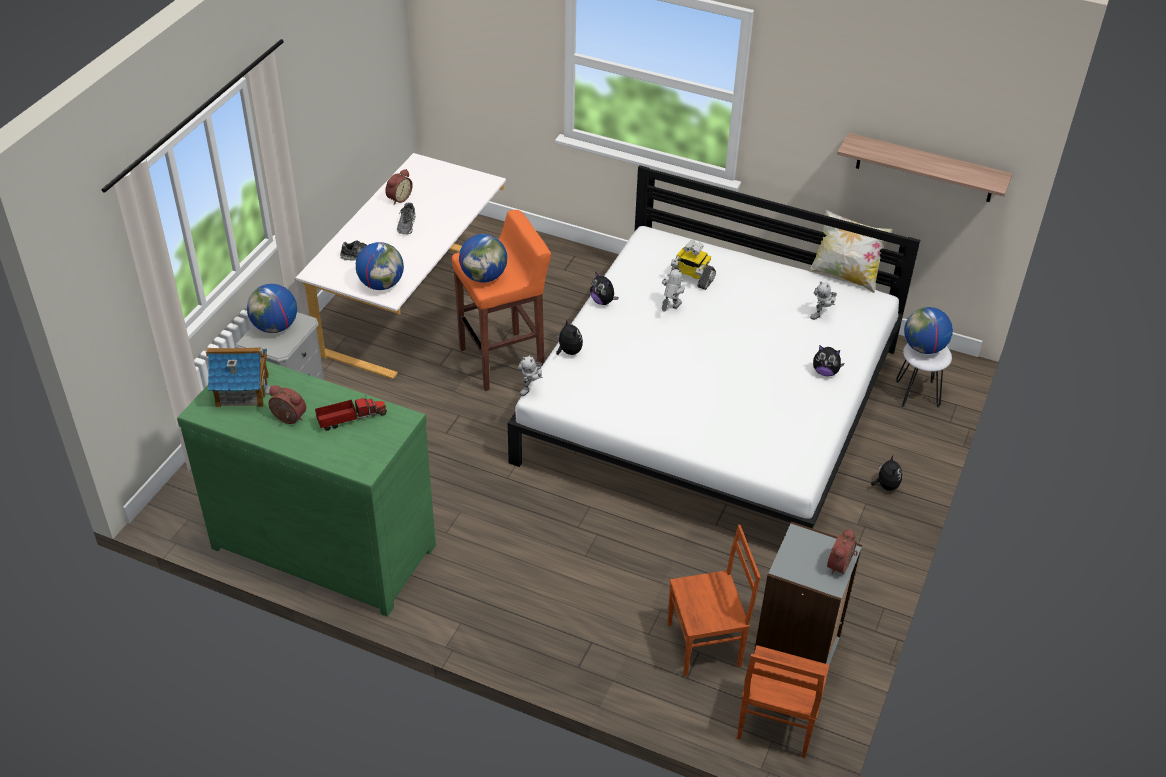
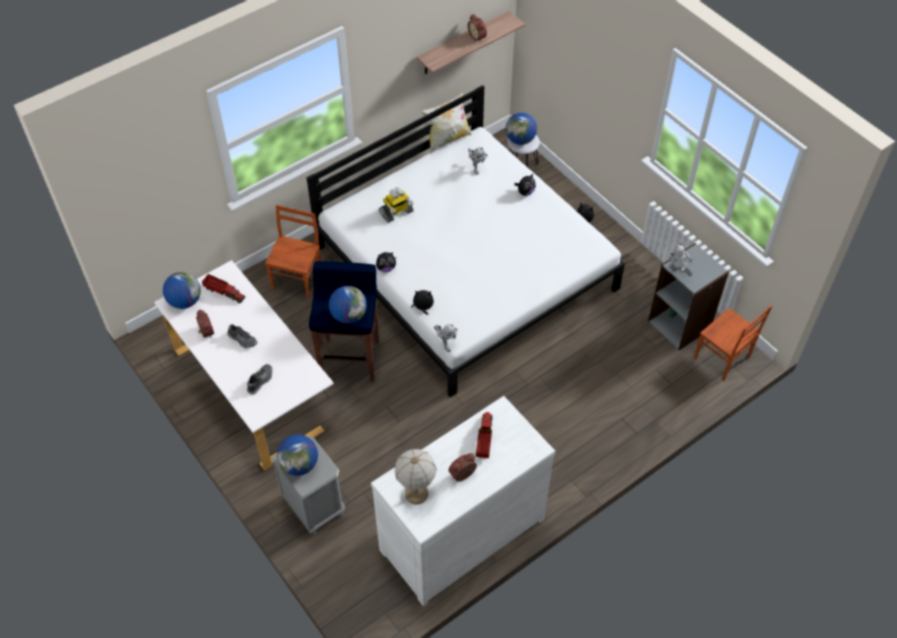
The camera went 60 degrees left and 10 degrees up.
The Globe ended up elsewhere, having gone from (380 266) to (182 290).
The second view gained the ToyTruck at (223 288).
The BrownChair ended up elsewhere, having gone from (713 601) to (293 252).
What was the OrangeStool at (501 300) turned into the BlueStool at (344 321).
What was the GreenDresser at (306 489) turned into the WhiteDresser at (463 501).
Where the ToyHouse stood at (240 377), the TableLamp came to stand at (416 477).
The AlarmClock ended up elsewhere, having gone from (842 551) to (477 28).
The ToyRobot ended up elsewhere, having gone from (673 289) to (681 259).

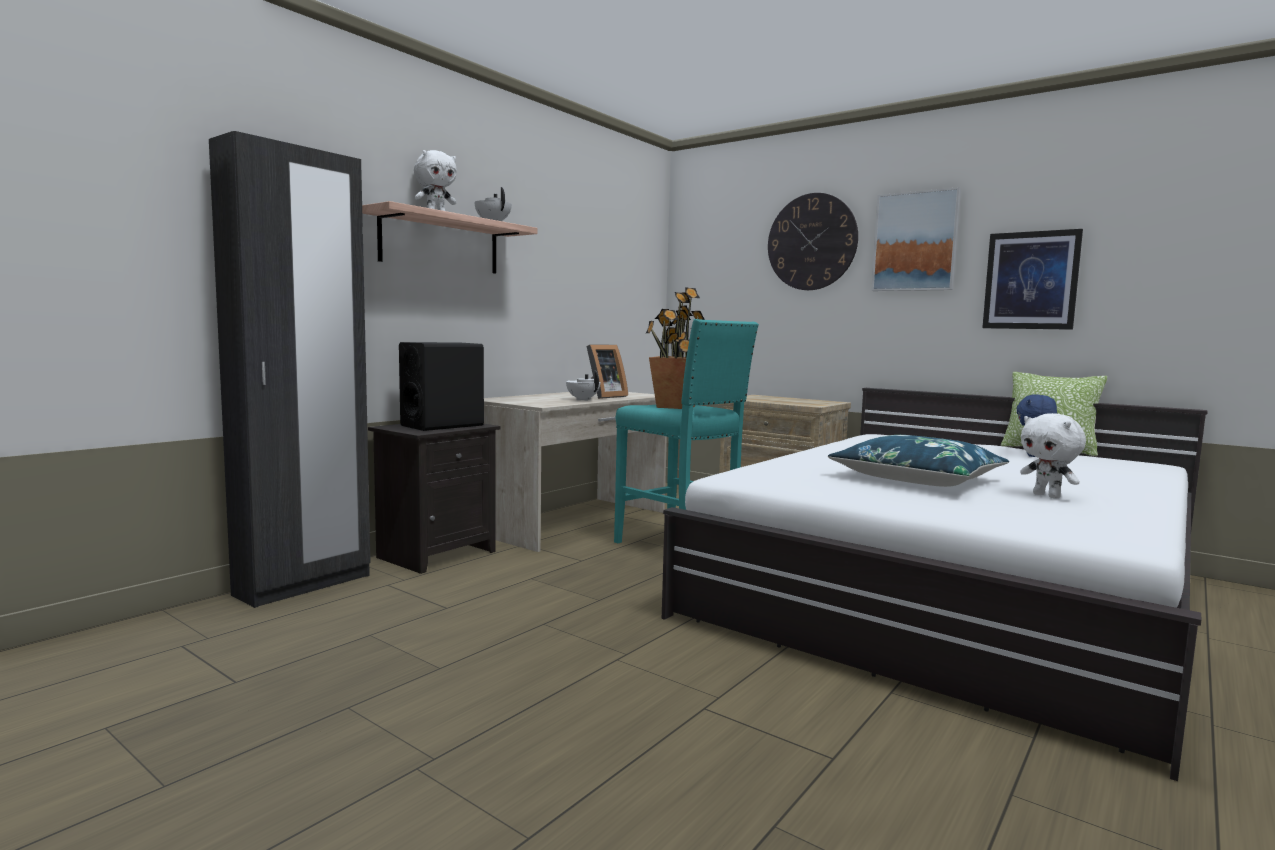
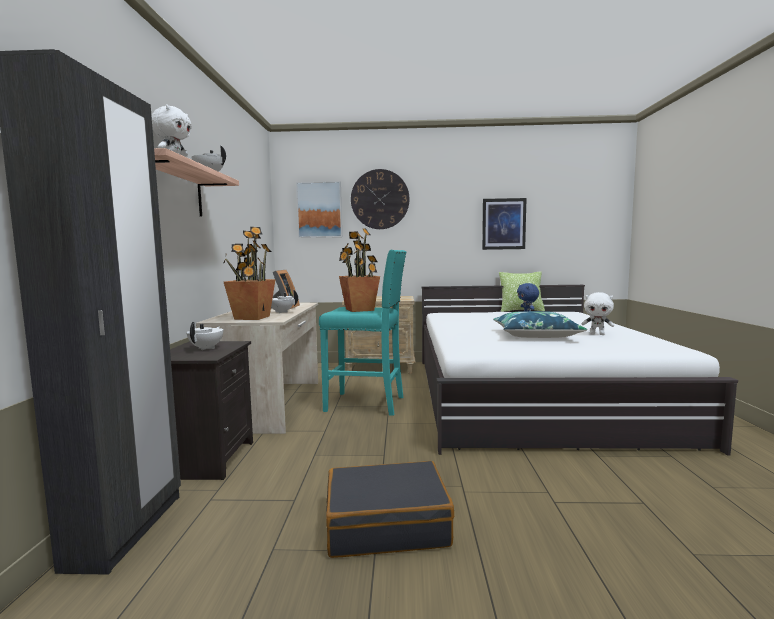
The camera went 35 degrees left and 0 degrees up.
Where the BlackSpeaker stood at (441 386), the WhiteTeapot came to stand at (204 336).
The second view gained the PottedPlant at (250 273).
The Picture ended up elsewhere, having gone from (916 239) to (319 209).
The second view gained the BlackSuitcase at (390 509).

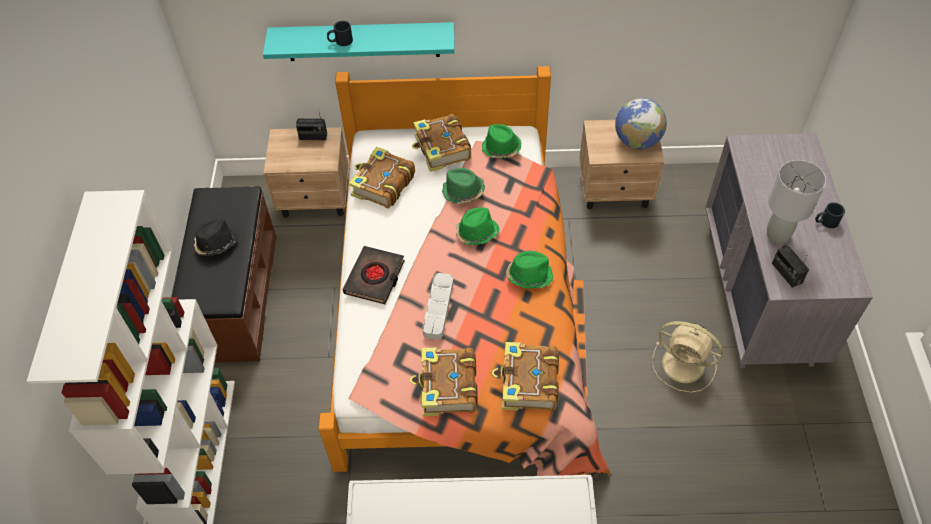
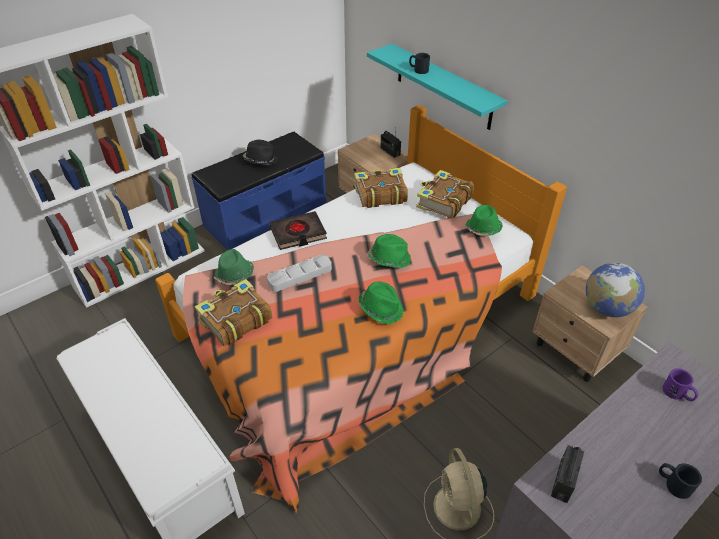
The camera went 50 degrees right and 10 degrees down.
What was the BrownBench at (224 274) turned into the BlueBench at (259 191).
The GreenHat ended up elsewhere, having gone from (463 186) to (234 267).
The second view gained the PurpleMug at (680 384).
The second view lost the Book at (525 376).
The second view lost the GreyTableLamp at (796 202).

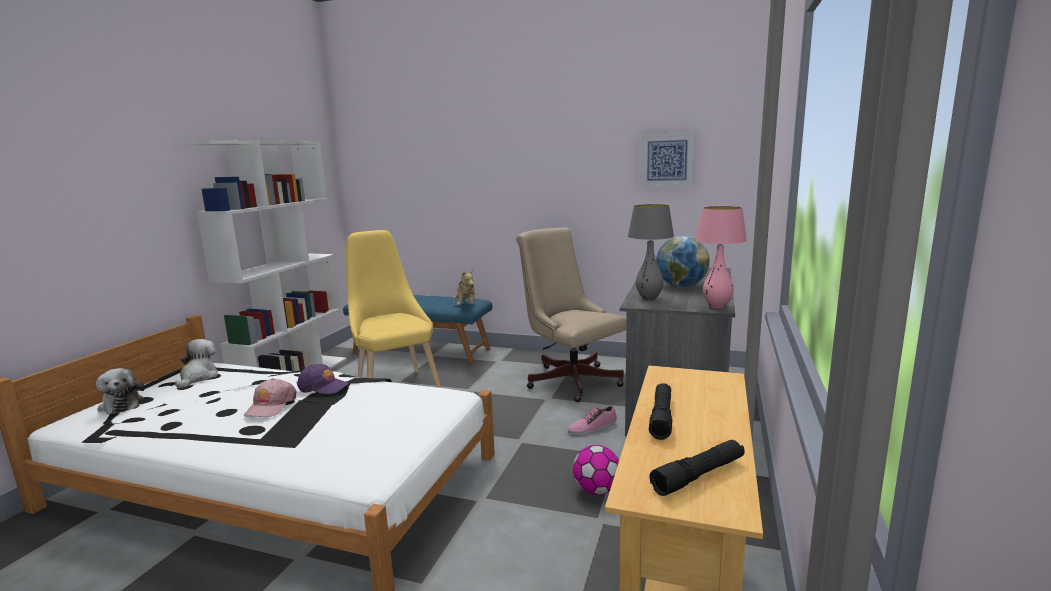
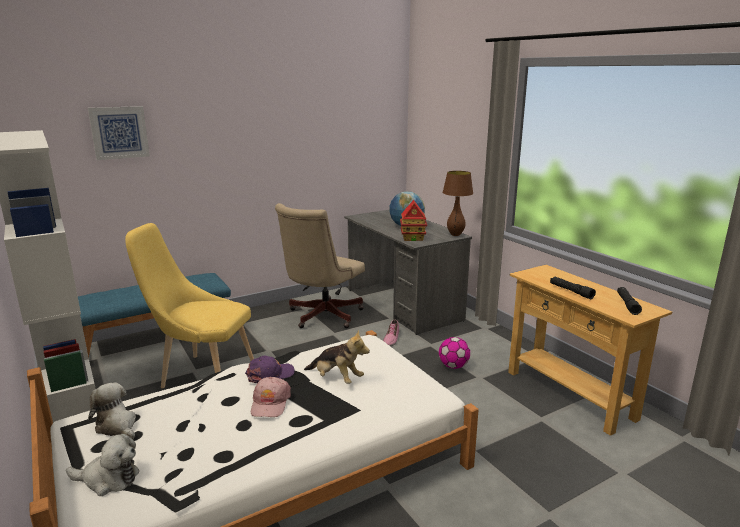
The camera went 50 degrees left and 5 degrees up.
The Picture ended up elsewhere, having gone from (668 160) to (119 133).
The PinkCap at (270 397) ended up facing another way, 45 degrees clockwise from before.
The BeigeOfficeChair at (571 314) ended up facing another way, 60 degrees counterclockwise from before.
The PlushToy ended up elsewhere, having gone from (464 287) to (337 357).
Where the GreyTableLamp stood at (651 252), the ToyHouse came to stand at (413 220).
What was the PinkTableLamp at (721 257) turned into the BrownTableLamp at (458 203).

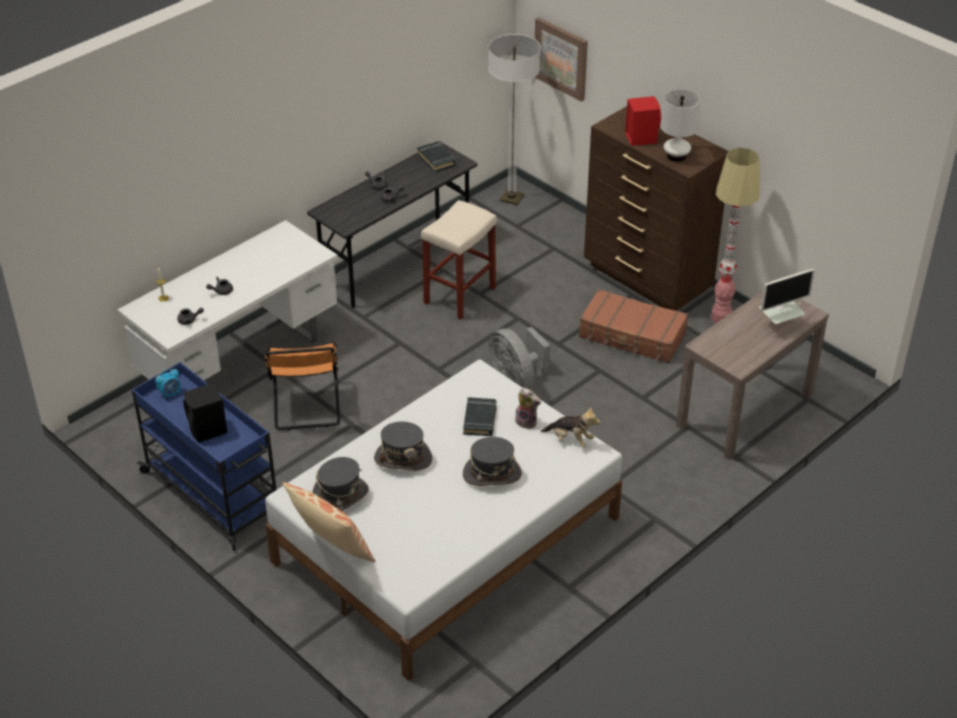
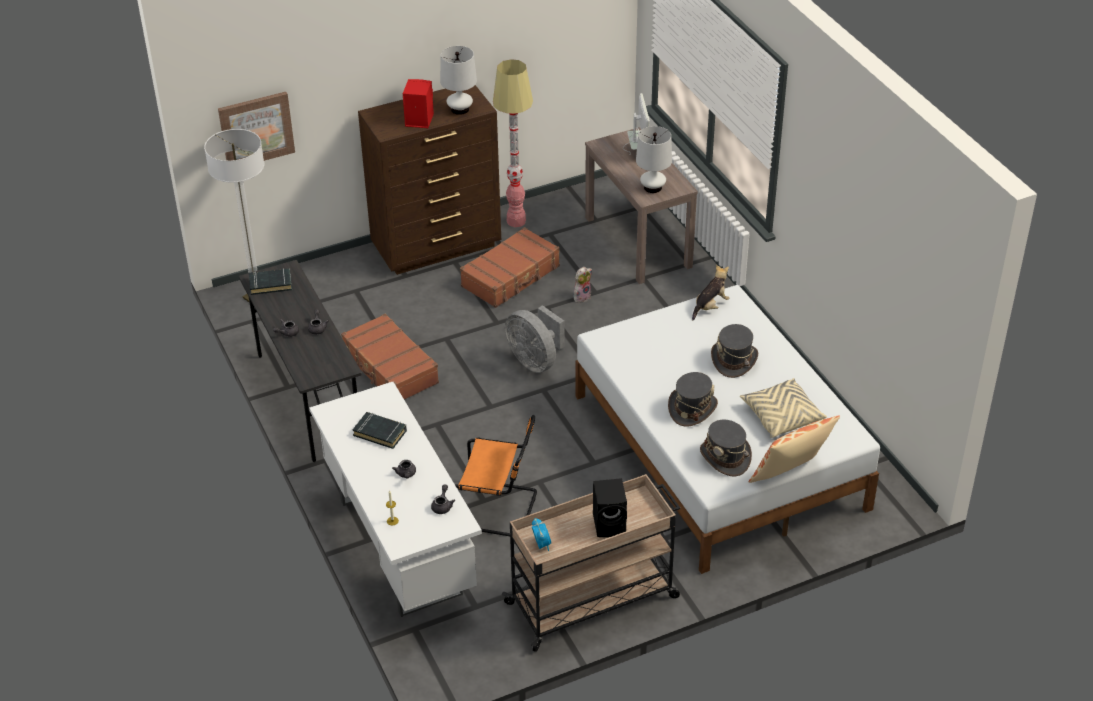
The camera went 70 degrees left and 0 degrees up.
Where the BeigeStool stood at (459 260), the BrownSuitcase came to stand at (390 356).
The BlackBook ended up elsewhere, having gone from (480 416) to (380 430).
What was the BlueCart at (204 456) turned into the BeigeCart at (591 563).
The GreyFan at (519 358) ended up facing another way, 60 degrees clockwise from before.
The PlushToy ended up elsewhere, having gone from (528 408) to (582 285).
The second view gained the WhiteTableLamp at (654 159).
The second view gained the BeigePillow at (783 408).

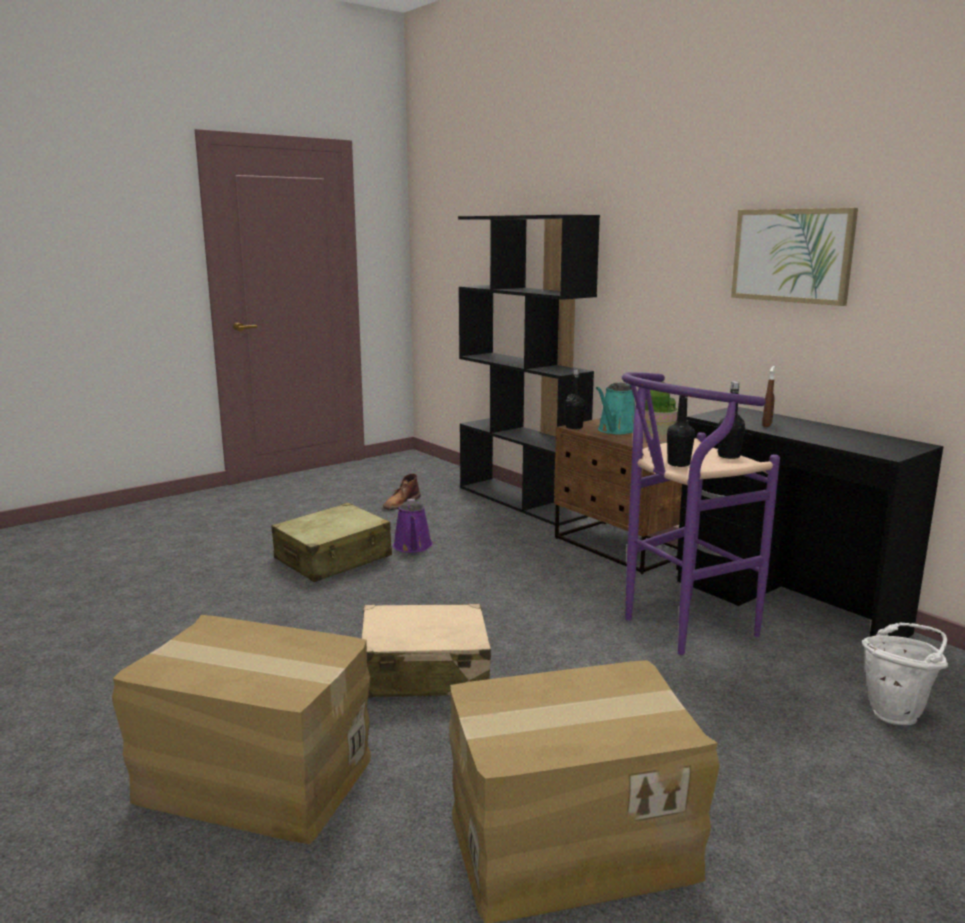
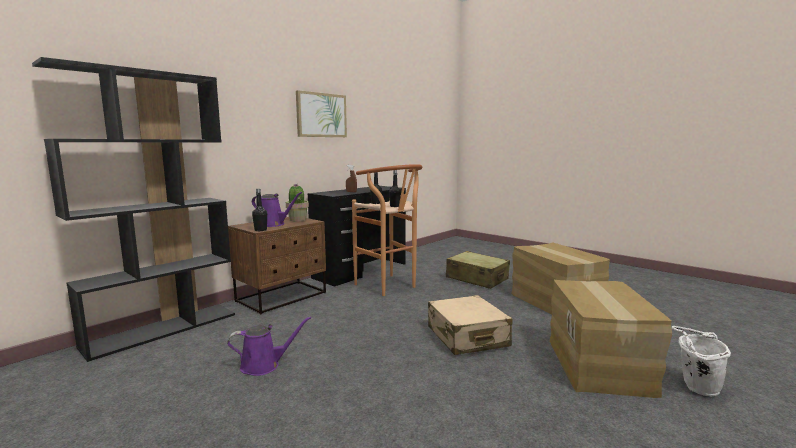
The camera went 100 degrees left and 5 degrees down.
What was the TurquoiseWateringCan at (615 408) turned into the PurpleWateringCan at (277 209).
What was the PurpleStool at (701 513) turned into the BrownStool at (387 230).
The BeigeSuitcase ended up elsewhere, having gone from (331 542) to (478 270).
The WhiteBucket ended up elsewhere, having gone from (905 673) to (701 361).
The second view lost the BrownBoot at (402 491).

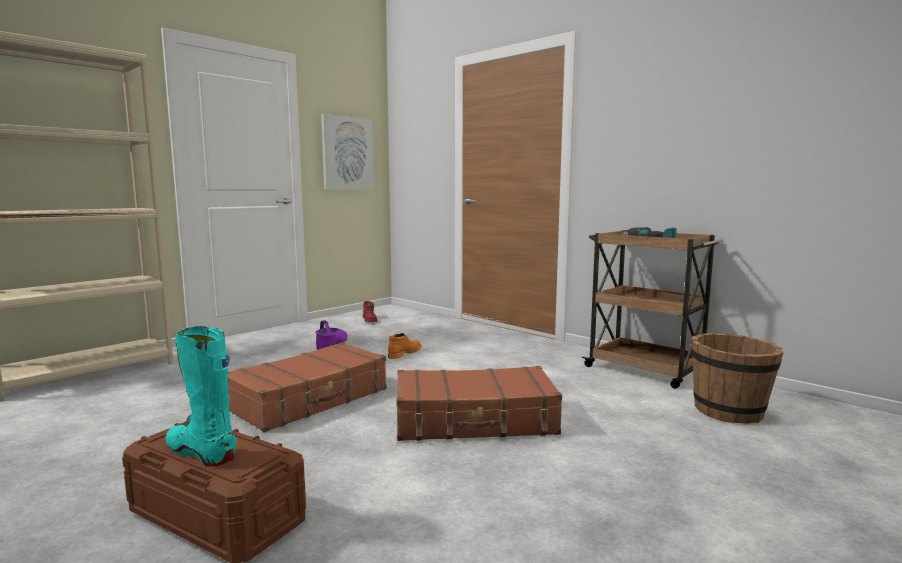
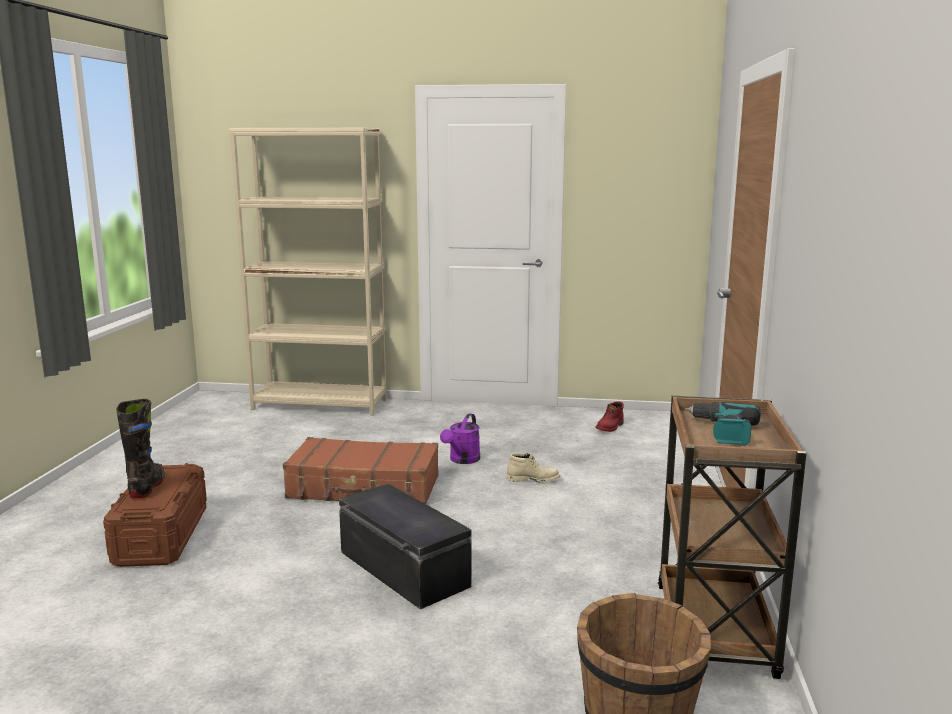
The camera went 55 degrees right and 5 degrees up.
What was the TurquoiseBoot at (201 396) turned into the BlackBoot at (140 448).
Where the BrownSuitcase stood at (479 403), the BlackStorageBox came to stand at (405 546).
What was the OrangeBoot at (405 346) turned into the BeigeBoot at (533 467).
The second view lost the Picture at (347 151).

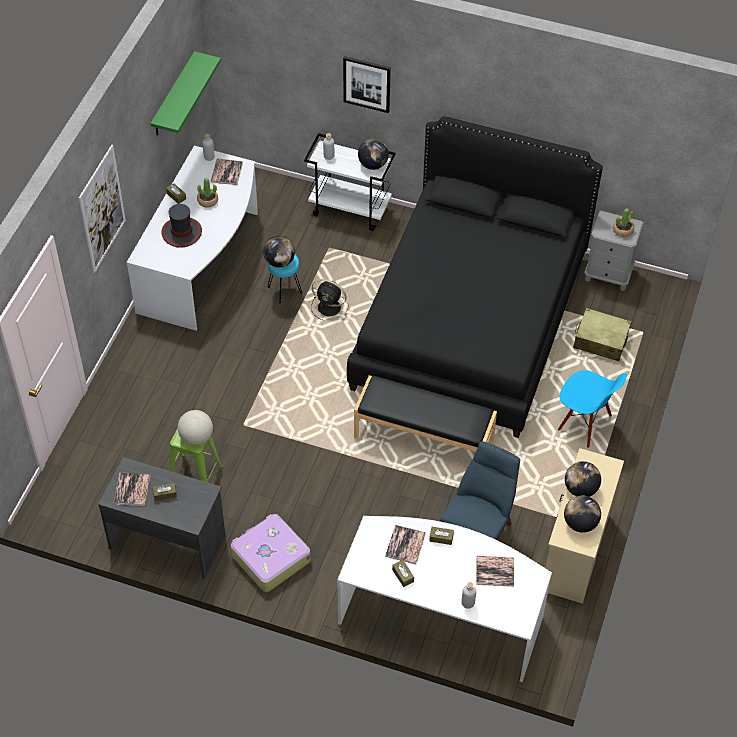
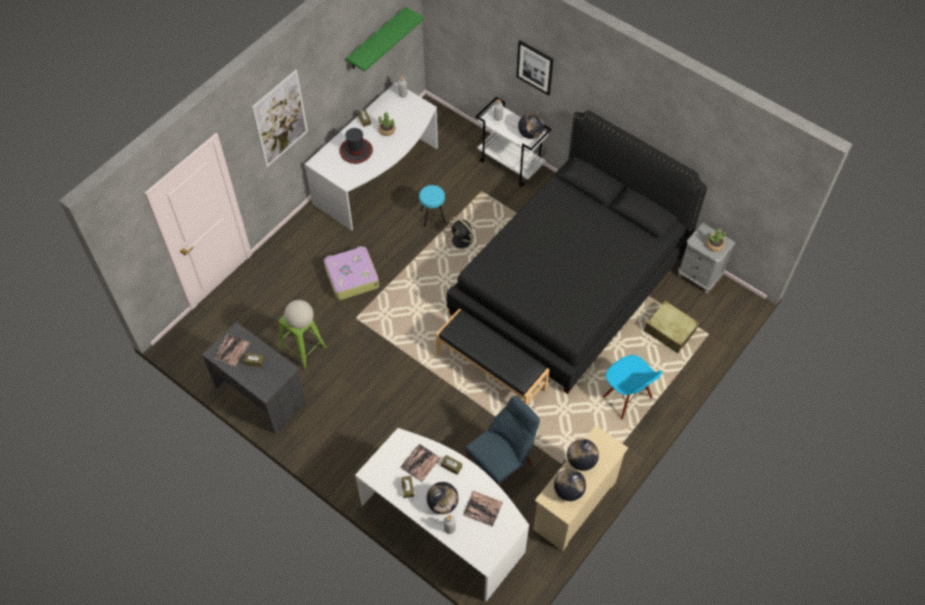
The camera went 20 degrees right and 5 degrees up.
The Suitcase ended up elsewhere, having gone from (270 553) to (351 273).
The Globe ended up elsewhere, having gone from (279 252) to (442 498).
The second view lost the Book at (226 172).

